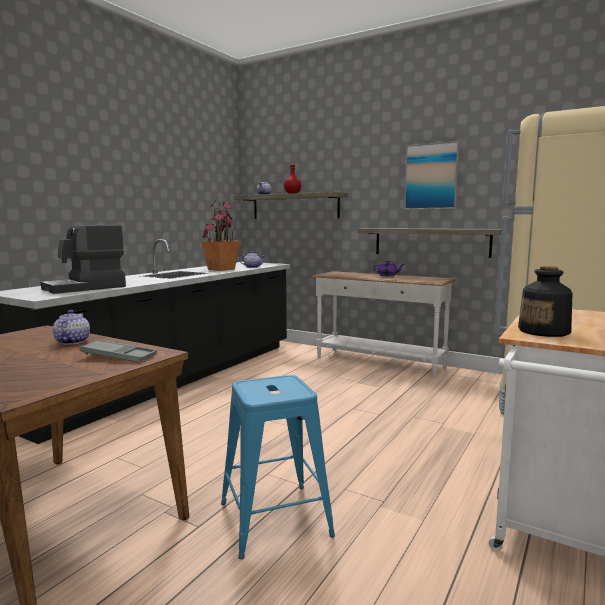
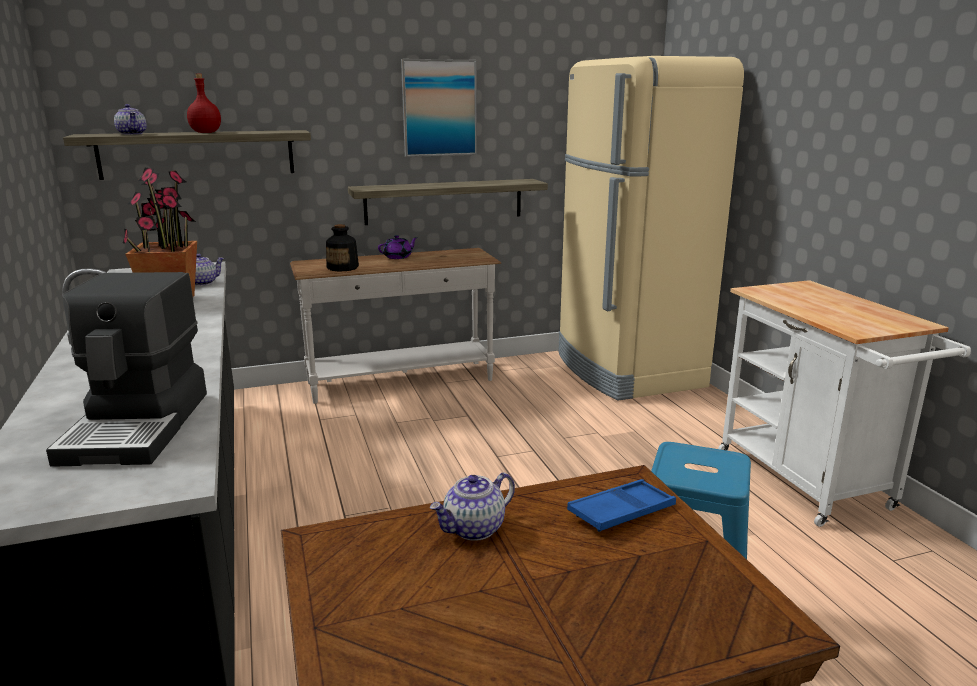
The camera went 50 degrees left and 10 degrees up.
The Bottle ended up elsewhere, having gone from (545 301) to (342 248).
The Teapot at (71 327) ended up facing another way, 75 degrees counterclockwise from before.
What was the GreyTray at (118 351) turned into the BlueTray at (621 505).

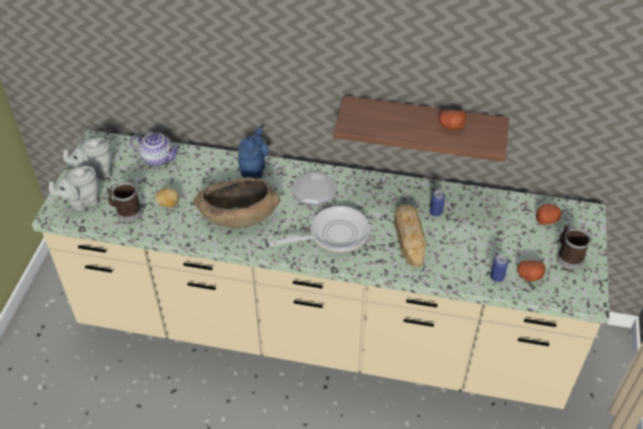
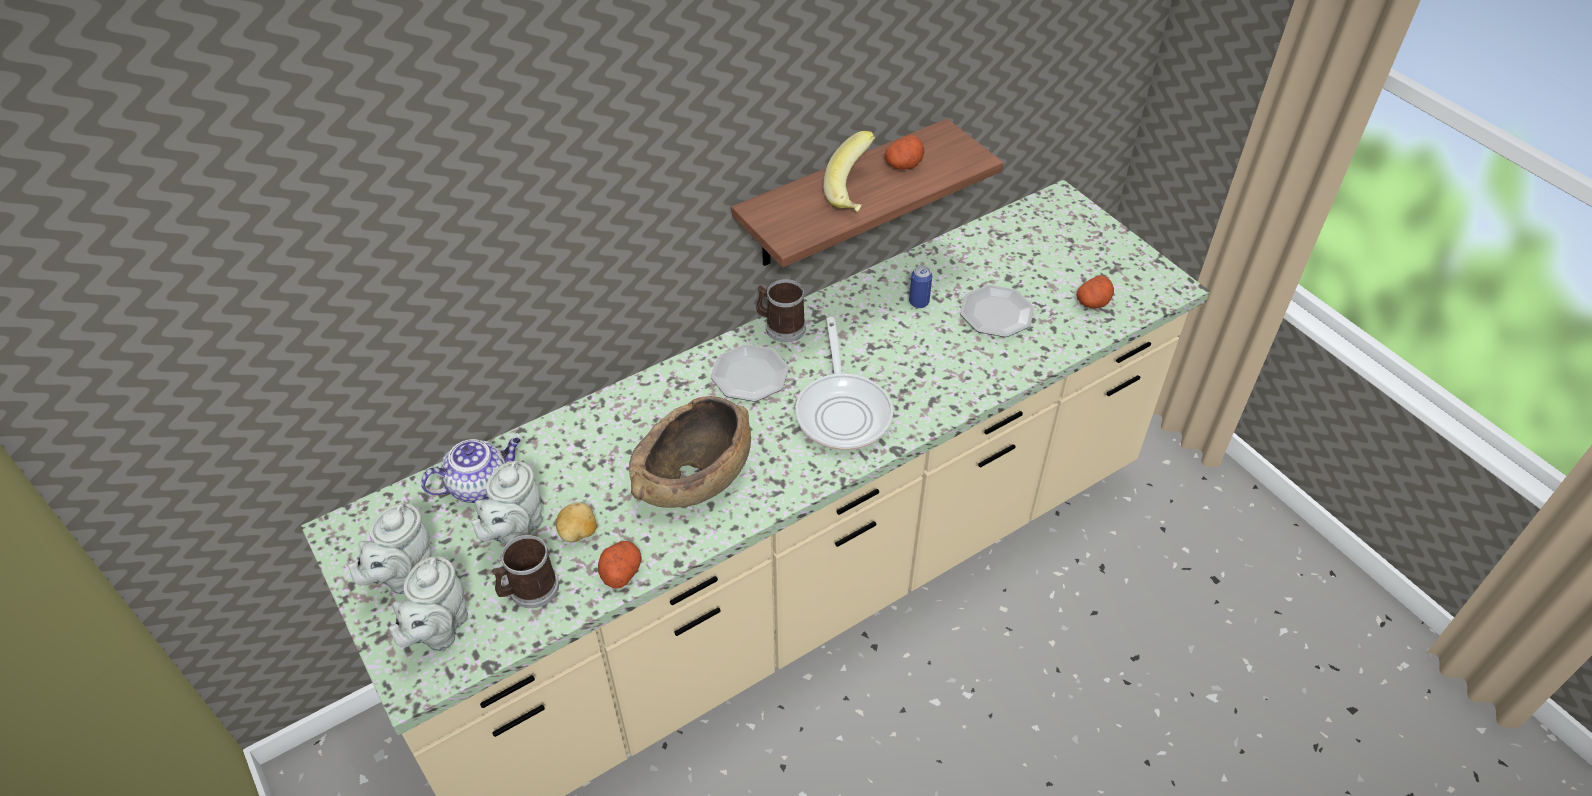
The camera went 45 degrees left and 0 degrees up.
The second view gained the GreyTeapot at (507 503).
The Potato ended up elsewhere, having gone from (549 214) to (620 564).
The Mug ended up elsewhere, having gone from (574 247) to (781 310).
The FryingPan at (319 229) ended up facing another way, 150 degrees clockwise from before.
The second view gained the Banana at (849 171).
The second view gained the Plate at (997 311).
The second view lost the BlueTeapot at (253 153).
The second view lost the Bread at (410 236).
The second view lost the Can at (499 268).

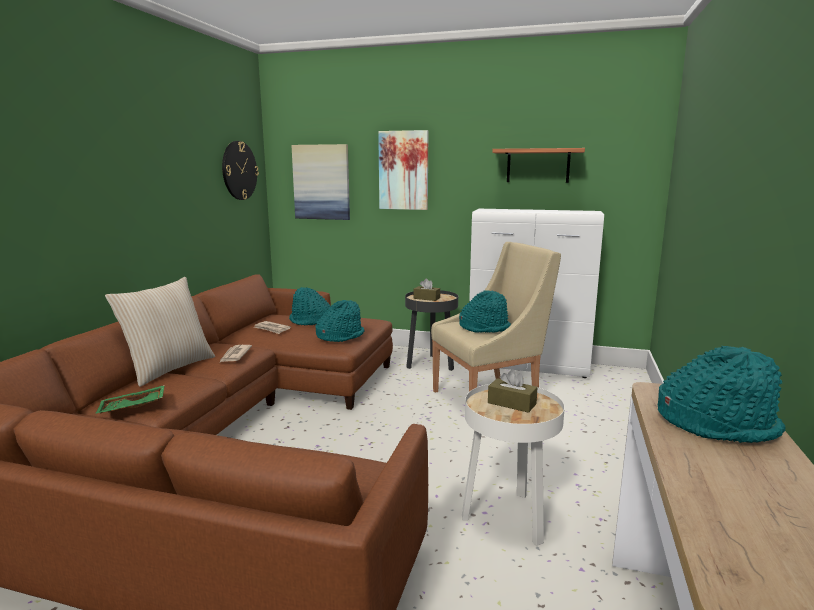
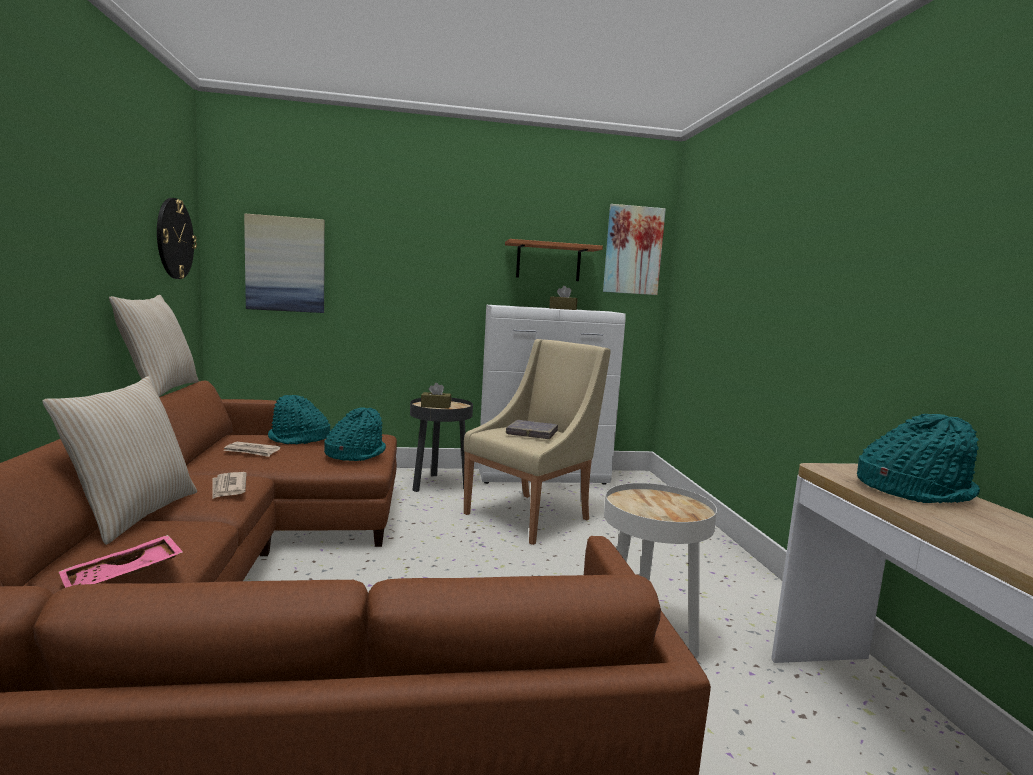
The camera went 25 degrees left and 5 degrees down.
What was the GreenTray at (130 399) turned into the PinkTray at (120 561).
The second view gained the BeigePillow at (154 346).
Where the TurquoiseHat stood at (485 311), the GreyBook came to stand at (532 429).
The BrownTissueBox ended up elsewhere, having gone from (513 391) to (563 298).
The Picture ended up elsewhere, having gone from (403 170) to (634 249).

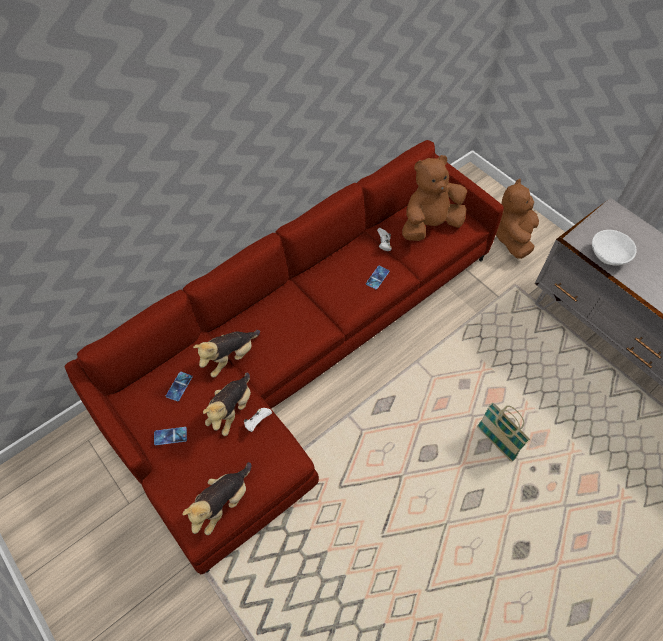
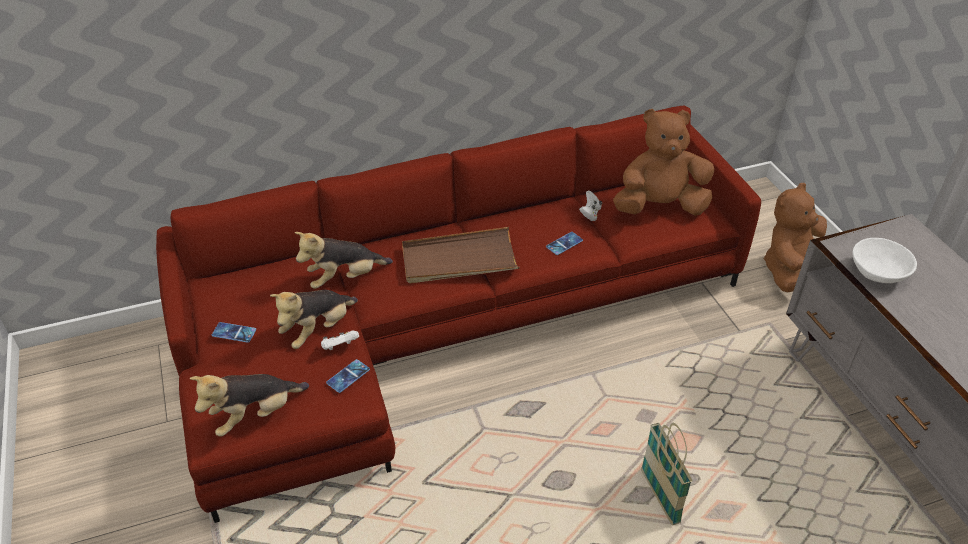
The camera went 20 degrees right and 15 degrees down.
The Phone ended up elsewhere, having gone from (179 386) to (348 376).
The second view gained the BrownTray at (460 255).

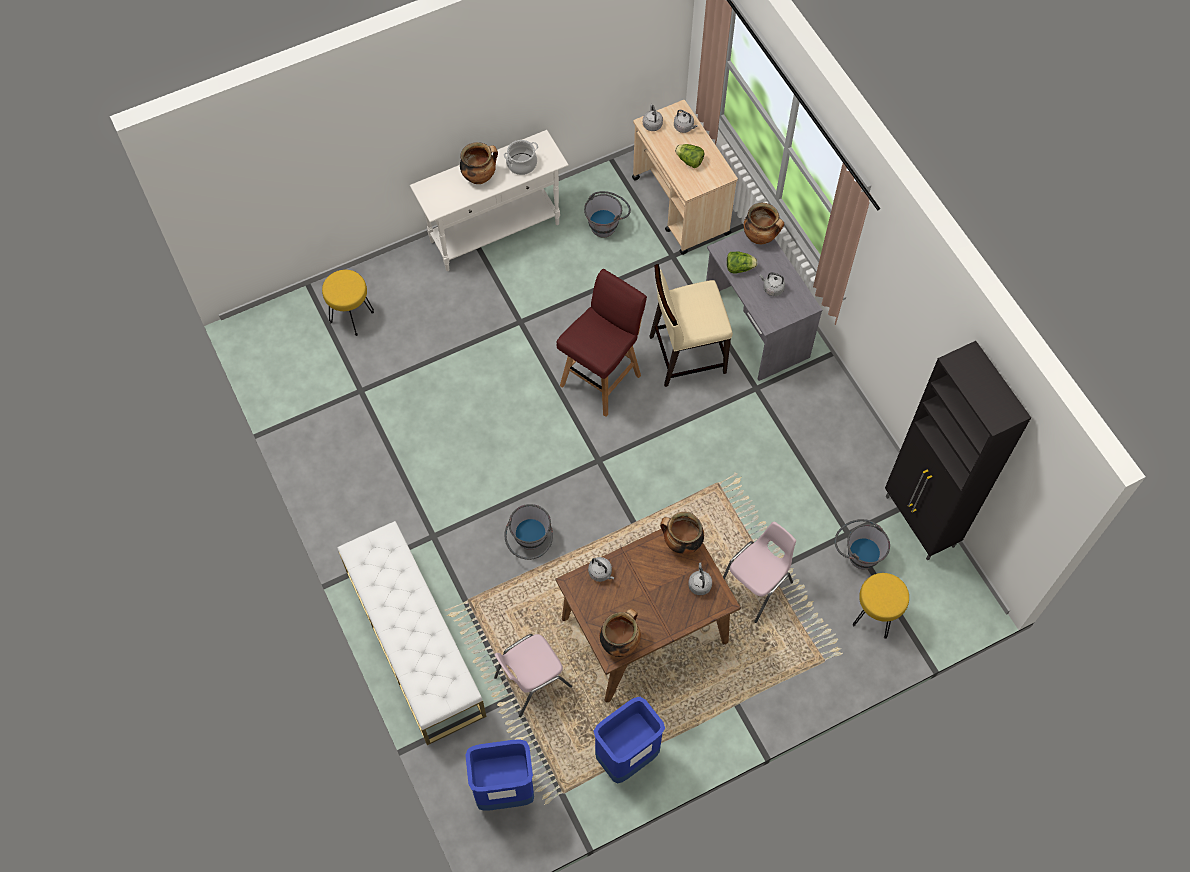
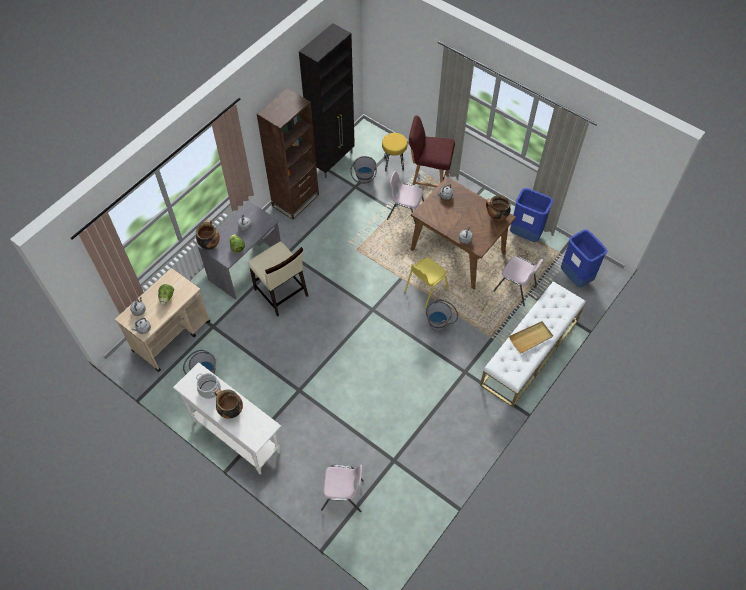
The camera went 115 degrees left and 5 degrees down.
The second view gained the BrownBookcase at (287 154).
Where the YellowStool stood at (348 303), the PinkChair came to stand at (342 488).
The second view gained the YellowChair at (426 283).
The RedStool ended up elsewhere, having gone from (602 343) to (432 151).
The second view gained the BeigeTray at (531 337).
The second view lost the CookingPot at (682 533).

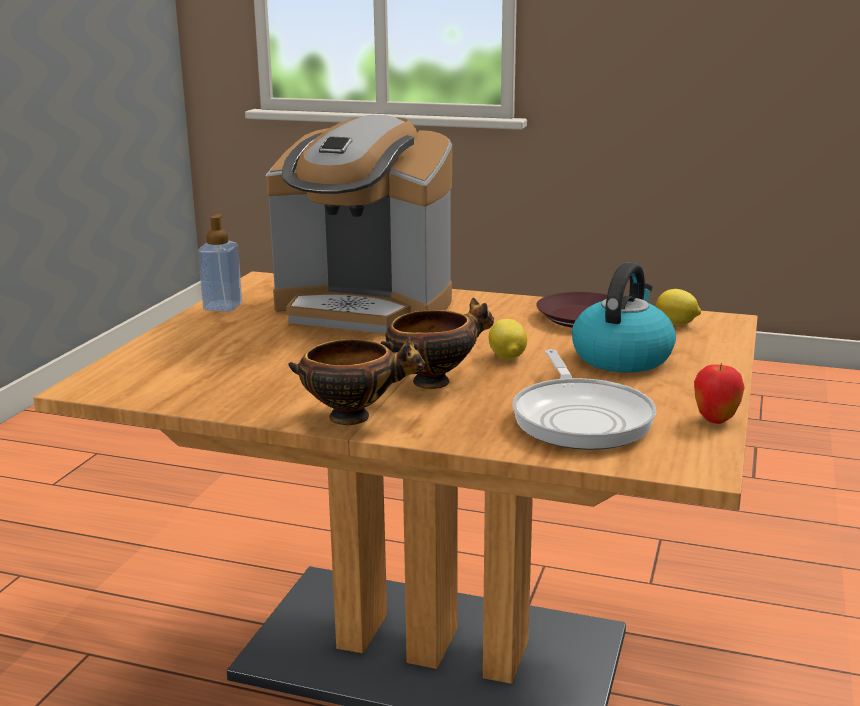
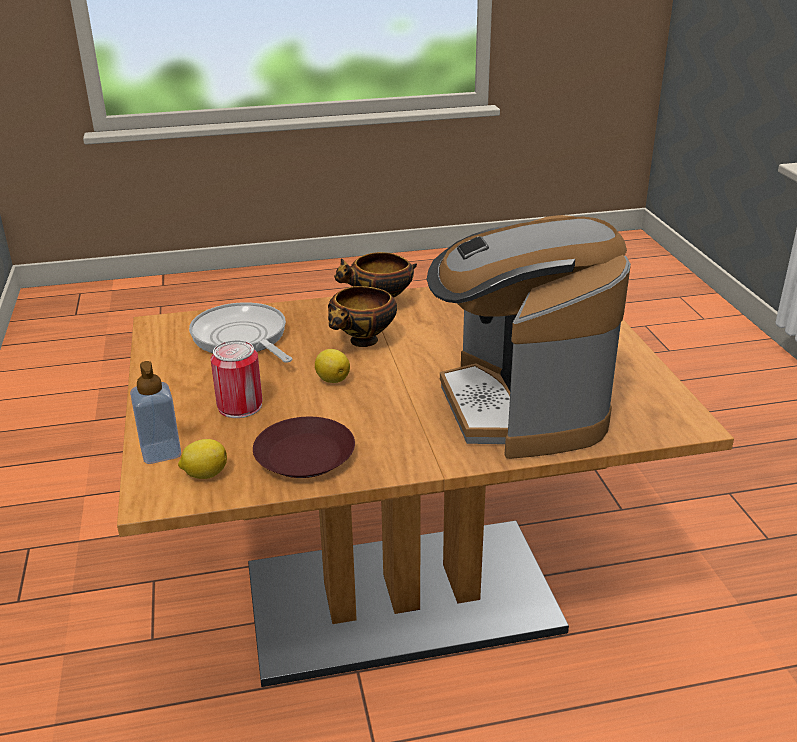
The camera went 150 degrees right and 10 degrees up.
The SoapDispenser ended up elsewhere, having gone from (220 263) to (155 412).
Where the Kettle stood at (624 318), the Can came to stand at (236 379).
The CoffeeMachine at (359 224) ended up facing another way, 90 degrees counterclockwise from before.
The second view lost the Apple at (719 393).

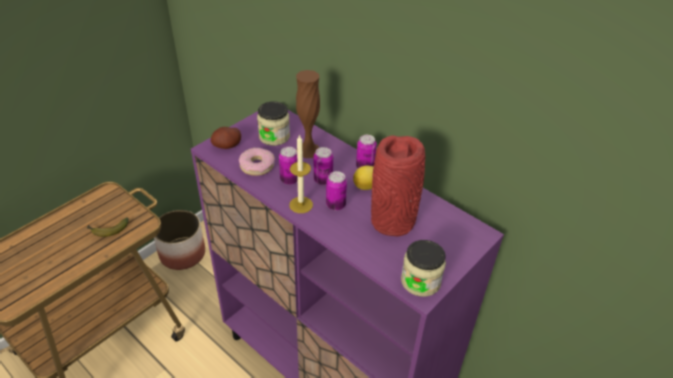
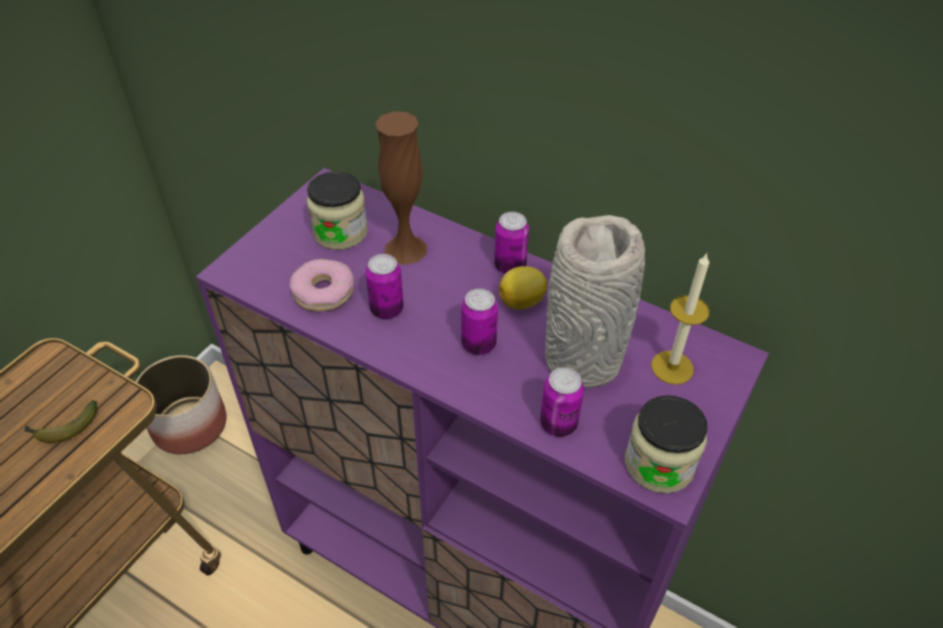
The camera went 10 degrees left and 5 degrees up.
The Can ended up elsewhere, having gone from (323 166) to (562 402).
What was the RedVase at (398 186) turned into the GreyVase at (595 301).
The Candle ended up elsewhere, having gone from (301 173) to (680 319).
The second view lost the Potato at (226 138).

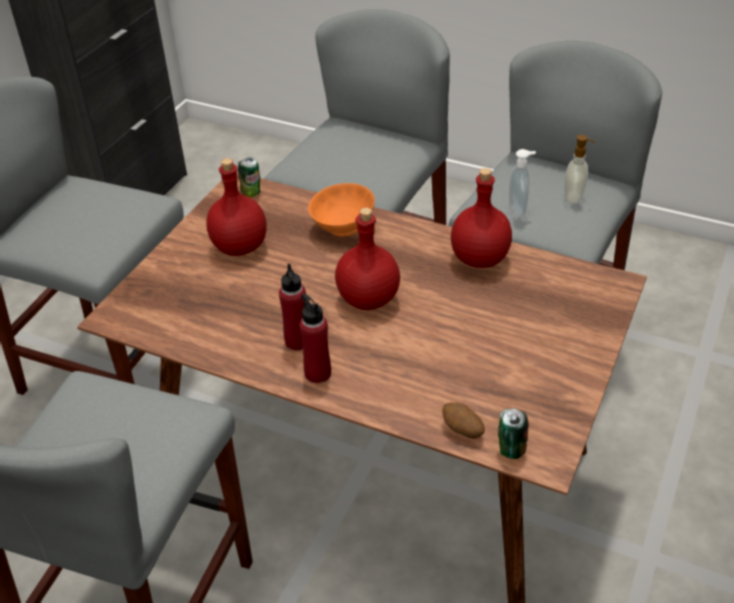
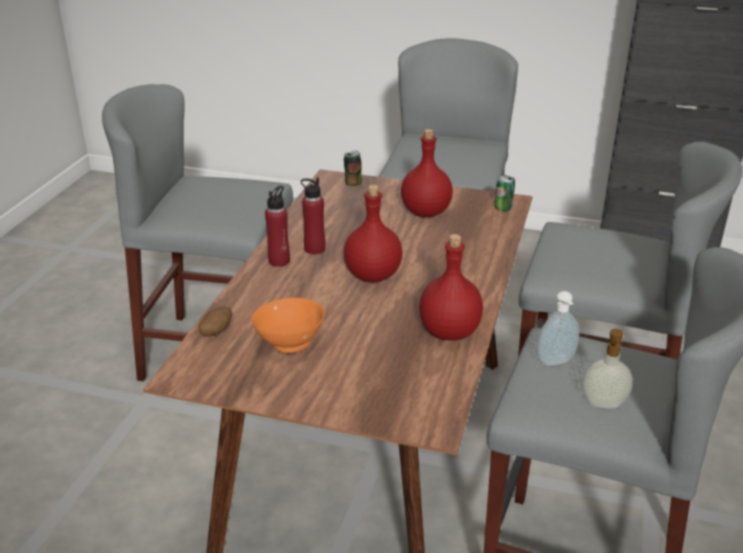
The camera went 80 degrees right and 10 degrees down.
The OrangeBowl ended up elsewhere, having gone from (341 210) to (288 325).
The Can ended up elsewhere, having gone from (513 433) to (353 168).

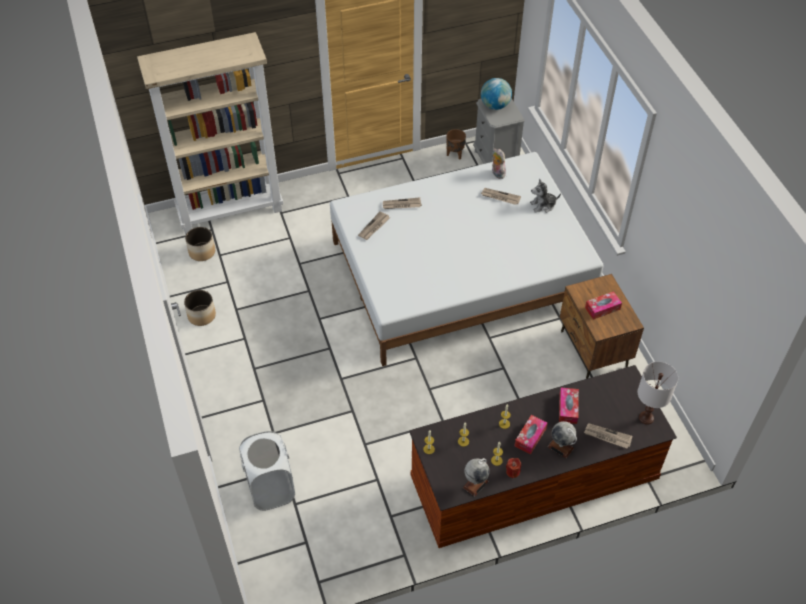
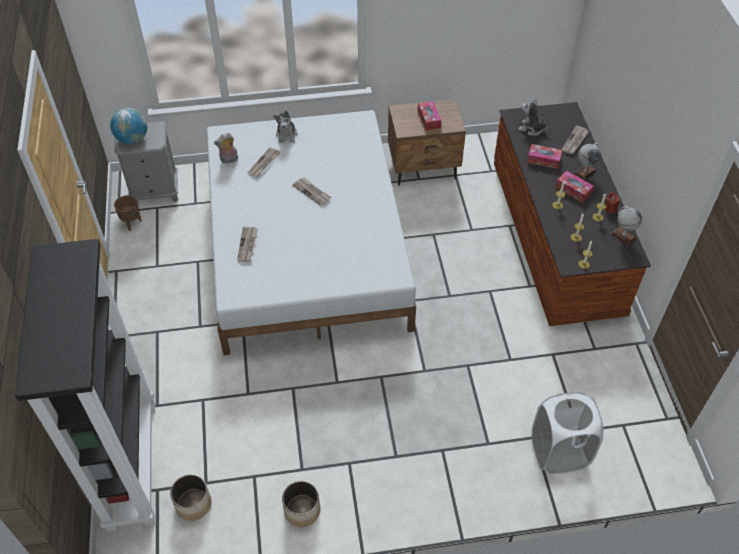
The camera went 80 degrees left and 0 degrees up.
What was the BeigeBookcase at (210 133) turned into the BlackBookcase at (85 385).
The Newspaper ended up elsewhere, having gone from (374 225) to (312 192).
The second view gained the PlushToy at (535 117).
The second view lost the WhiteTableLamp at (658 393).

